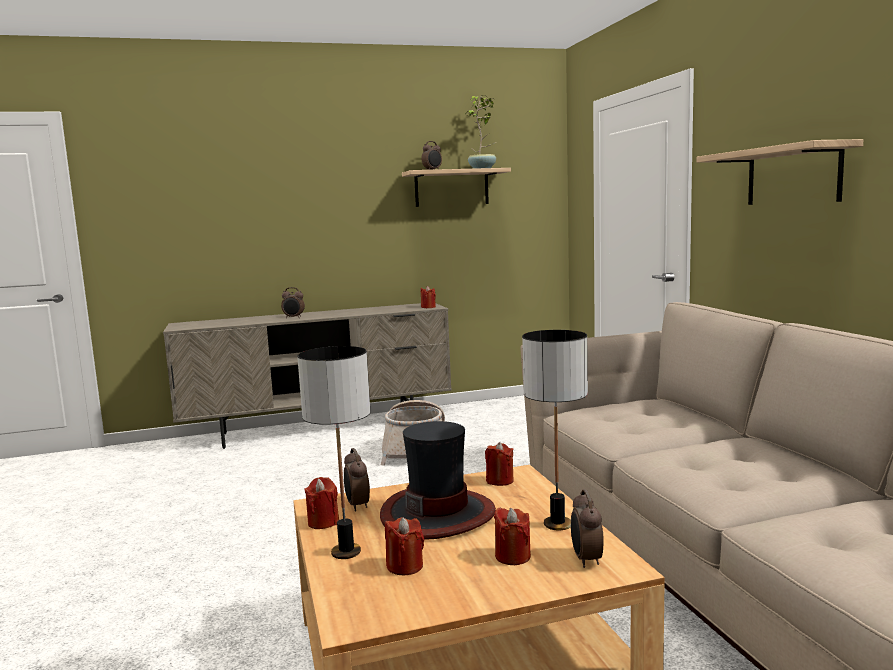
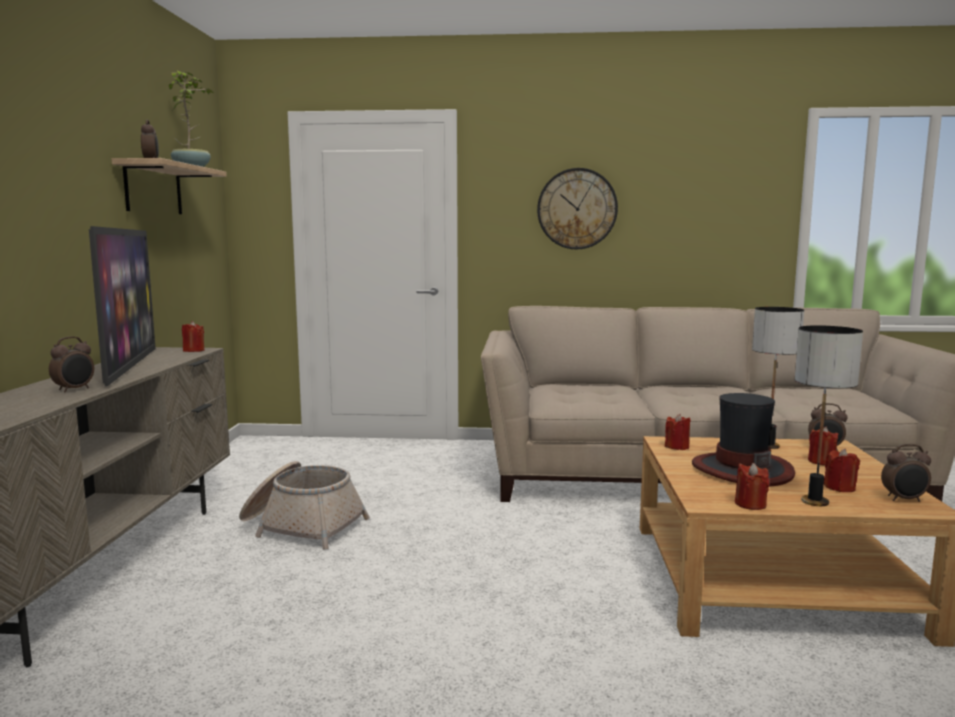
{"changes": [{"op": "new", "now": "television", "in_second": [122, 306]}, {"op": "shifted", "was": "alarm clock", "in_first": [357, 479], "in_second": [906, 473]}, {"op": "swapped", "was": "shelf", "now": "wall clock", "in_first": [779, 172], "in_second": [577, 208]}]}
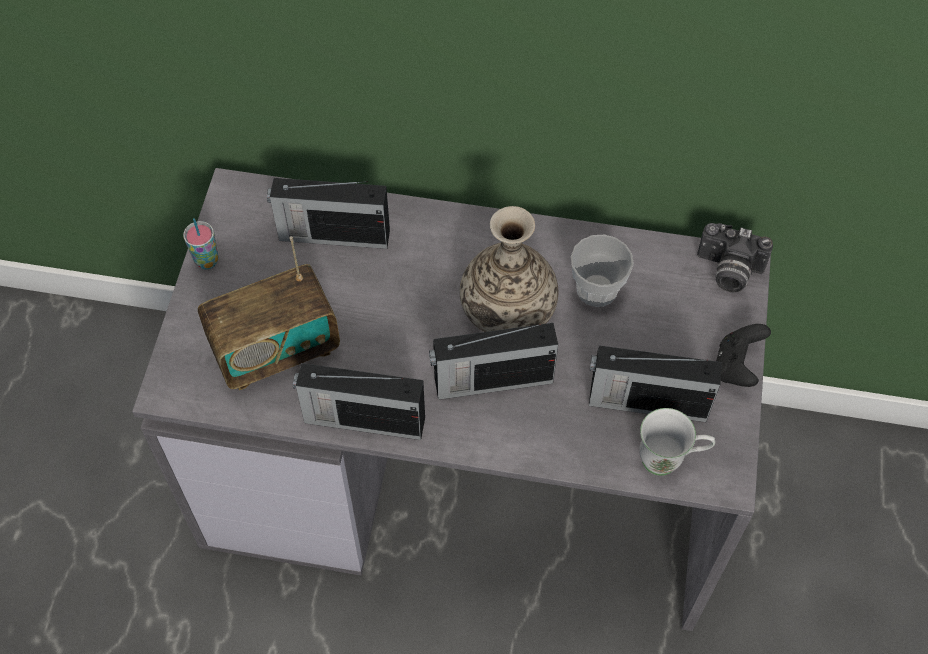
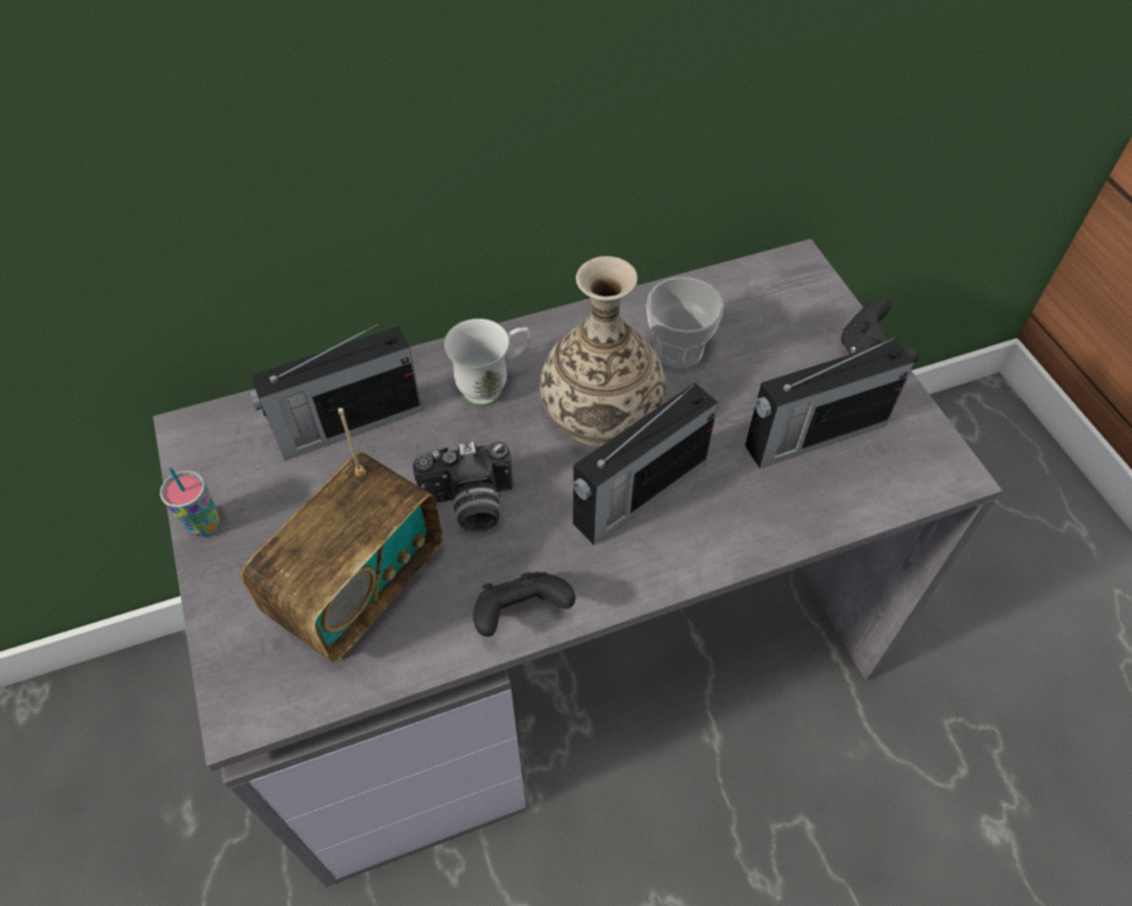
{"changes": [{"op": "shifted", "was": "white mug", "in_first": [677, 442], "in_second": [487, 362]}, {"op": "shifted", "was": "photo camera", "in_first": [735, 257], "in_second": [463, 486]}, {"op": "swapped", "was": "radio", "now": "black game controller", "in_first": [359, 401], "in_second": [524, 604]}]}
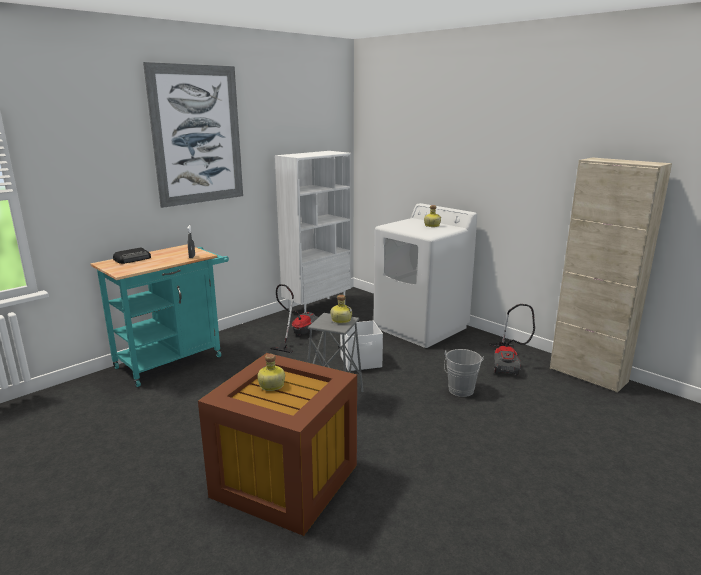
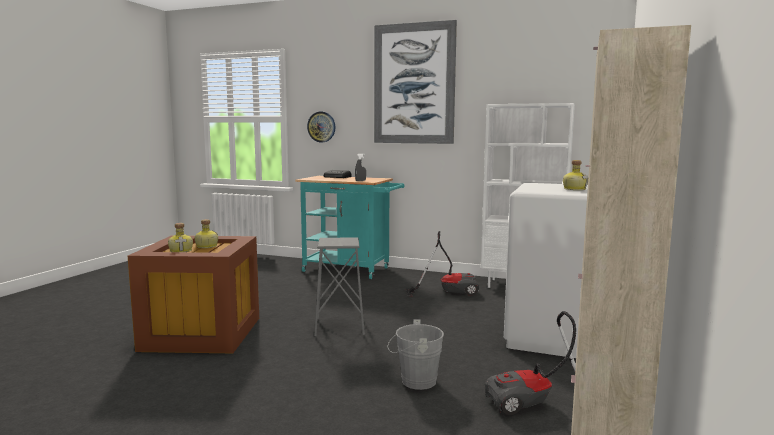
{"changes": [{"op": "gone", "was": "white storage box", "in_first": [361, 346]}, {"op": "new", "now": "wall clock", "in_second": [321, 127]}, {"op": "shifted", "was": "bottle", "in_first": [341, 309], "in_second": [180, 237]}]}
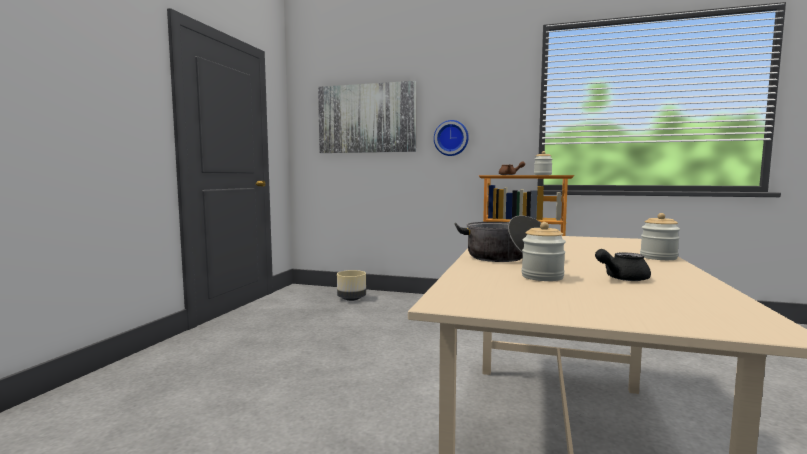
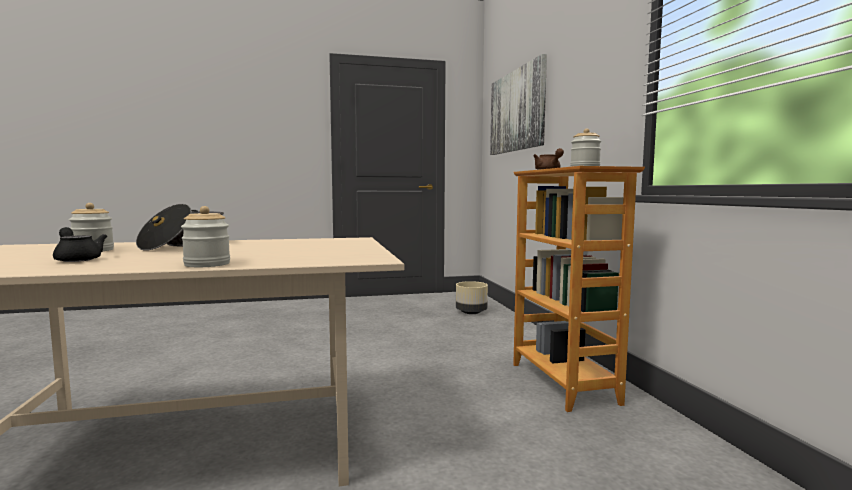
{"changes": [{"op": "gone", "was": "wall clock", "in_first": [451, 138]}]}
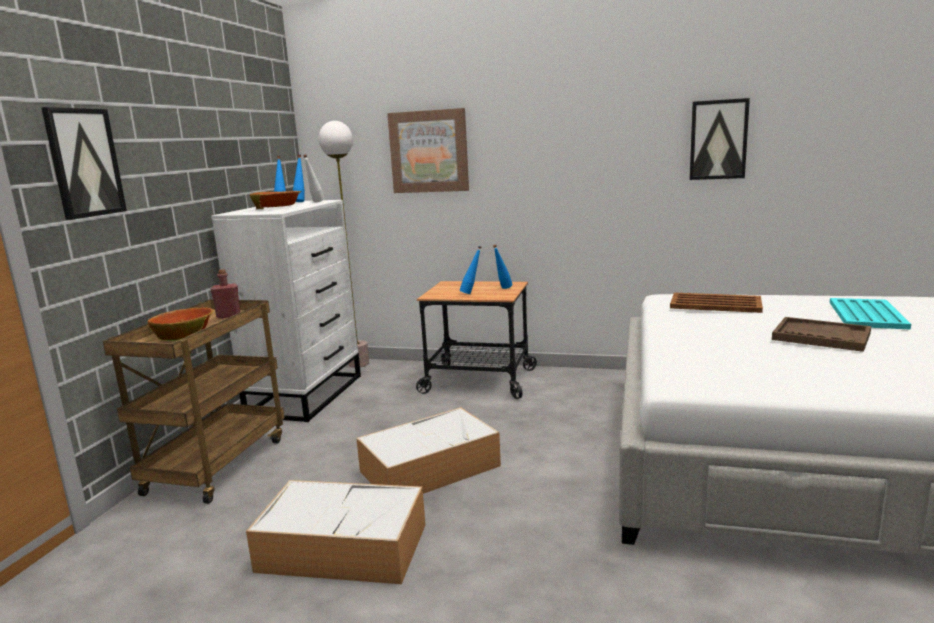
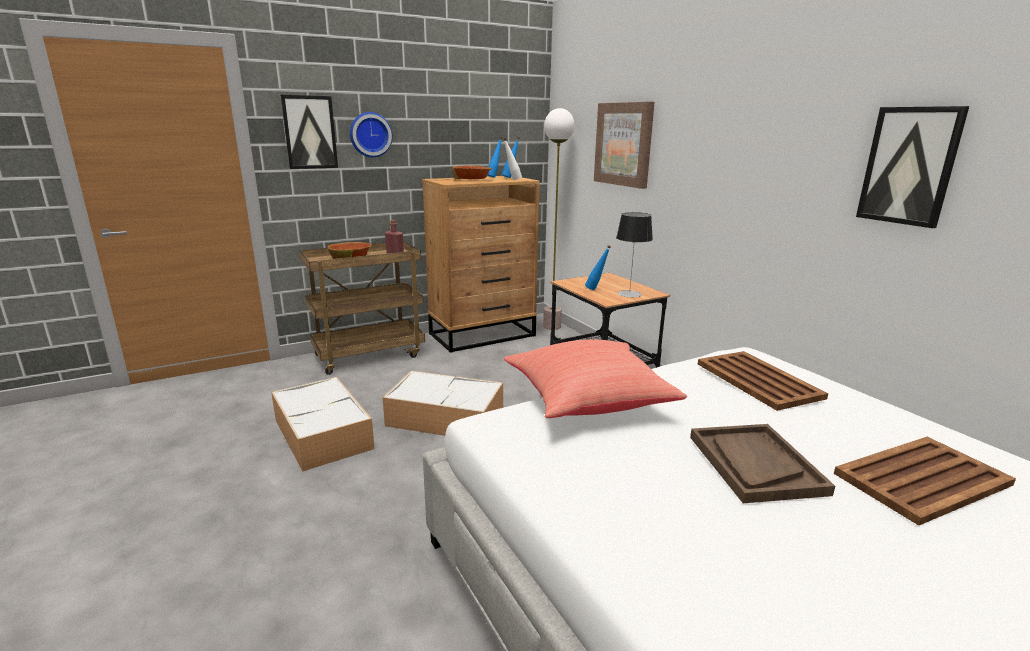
{"changes": [{"op": "new", "now": "wall clock", "in_second": [371, 134]}, {"op": "new", "now": "red pillow", "in_second": [595, 378]}, {"op": "swapped", "was": "blue bottle", "now": "table lamp", "in_first": [502, 266], "in_second": [634, 254]}, {"op": "repainted", "was": "white dresser", "now": "brown dresser", "in_first": [286, 311], "in_second": [481, 264]}, {"op": "repainted", "was": "turquoise tray", "now": "brown tray", "in_first": [870, 313], "in_second": [925, 481]}]}
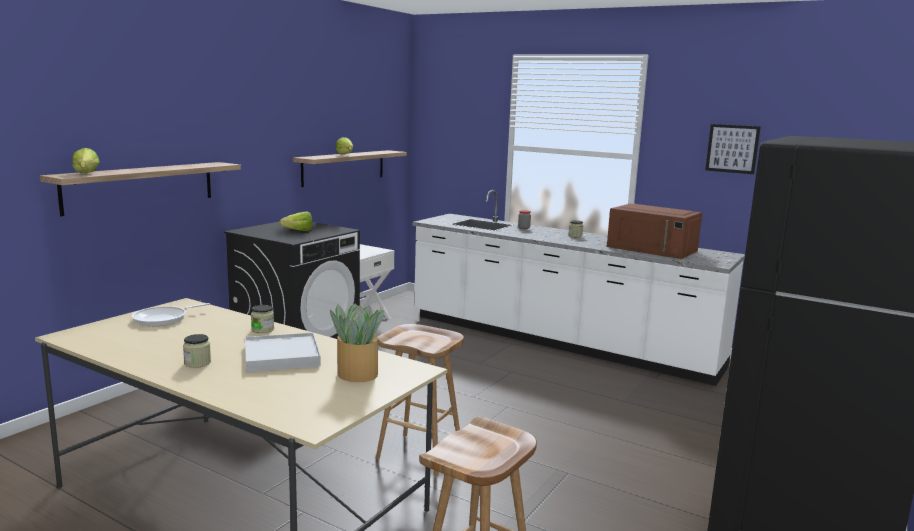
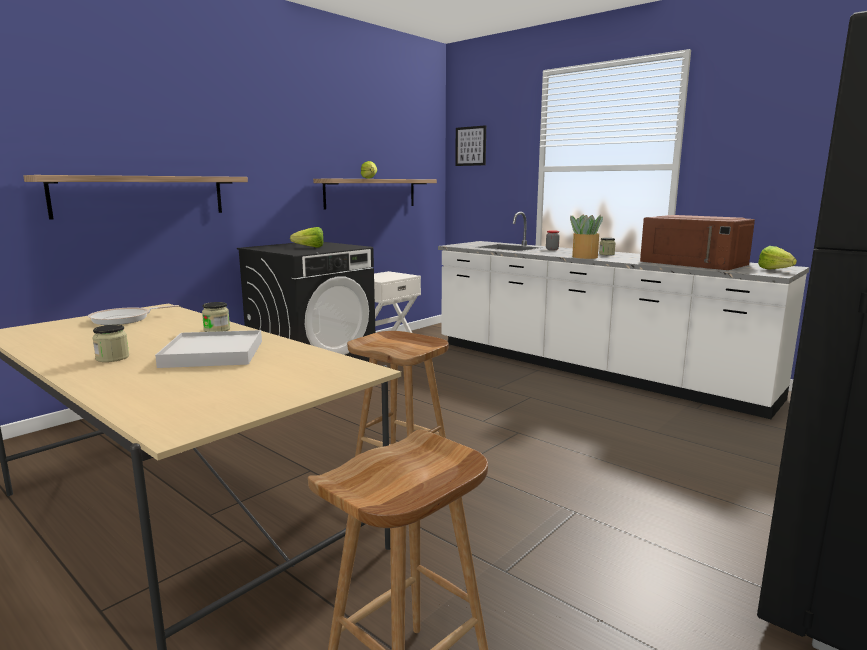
{"changes": [{"op": "shifted", "was": "lettuce", "in_first": [86, 160], "in_second": [777, 257]}, {"op": "shifted", "was": "potted plant", "in_first": [357, 343], "in_second": [586, 236]}, {"op": "shifted", "was": "picture", "in_first": [733, 149], "in_second": [470, 145]}]}
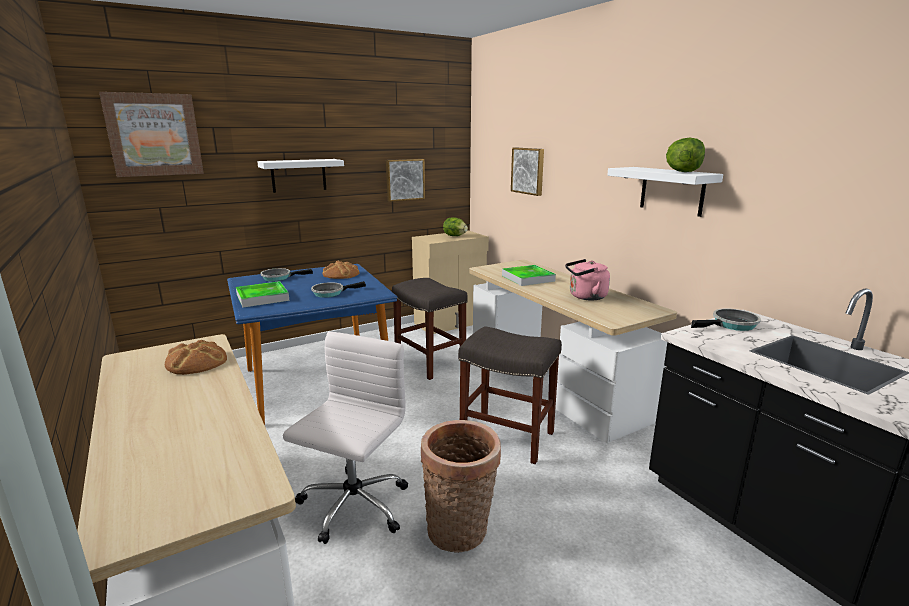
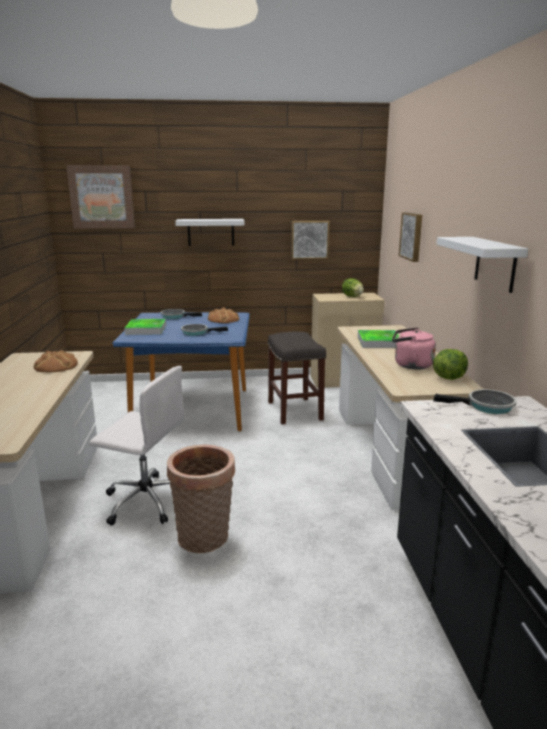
{"changes": [{"op": "gone", "was": "grey stool", "in_first": [510, 395]}, {"op": "shifted", "was": "lettuce", "in_first": [685, 155], "in_second": [450, 364]}, {"op": "rotated", "was": "white office chair", "in_first": [345, 438], "in_second": [136, 446], "clockwise": 60}]}
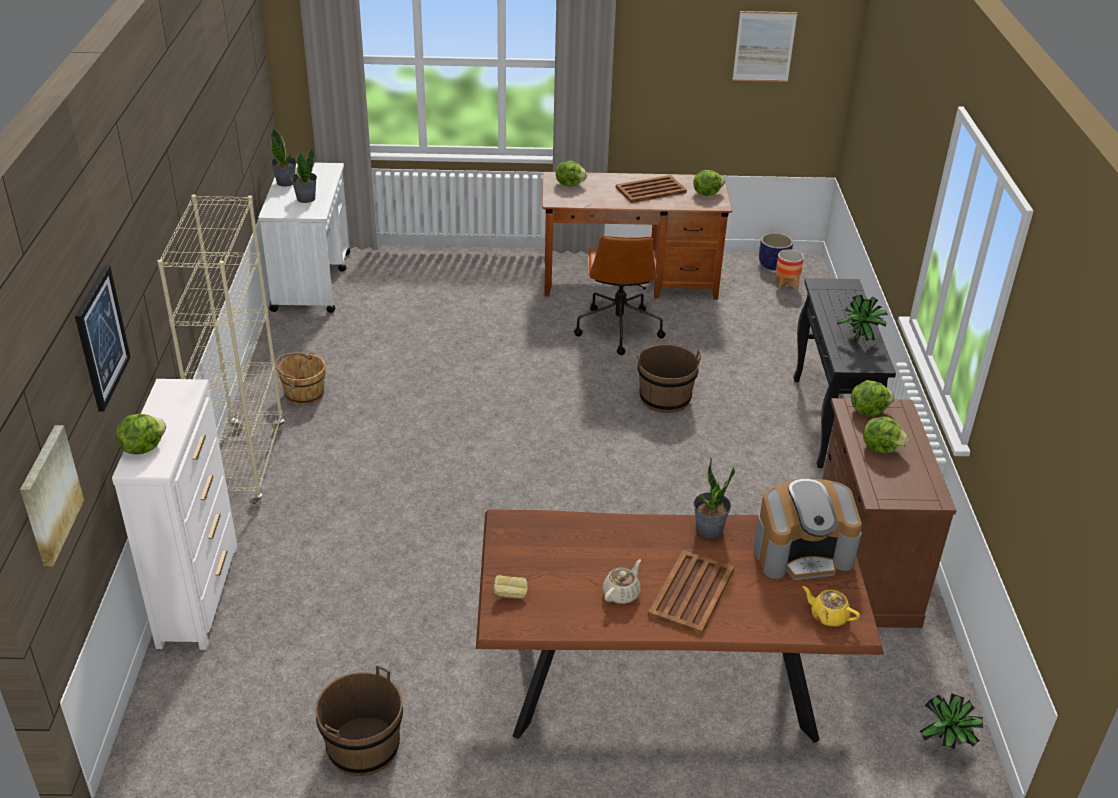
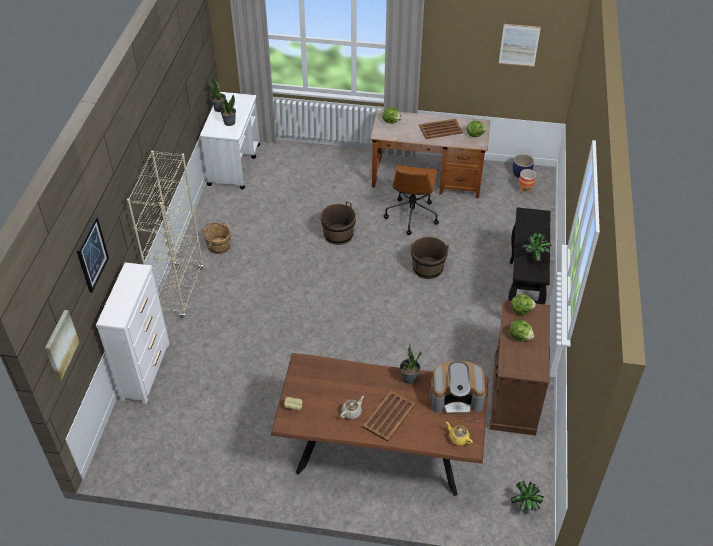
{"changes": [{"op": "gone", "was": "lettuce", "in_first": [141, 434]}, {"op": "shifted", "was": "brown bucket", "in_first": [359, 720], "in_second": [338, 223]}]}
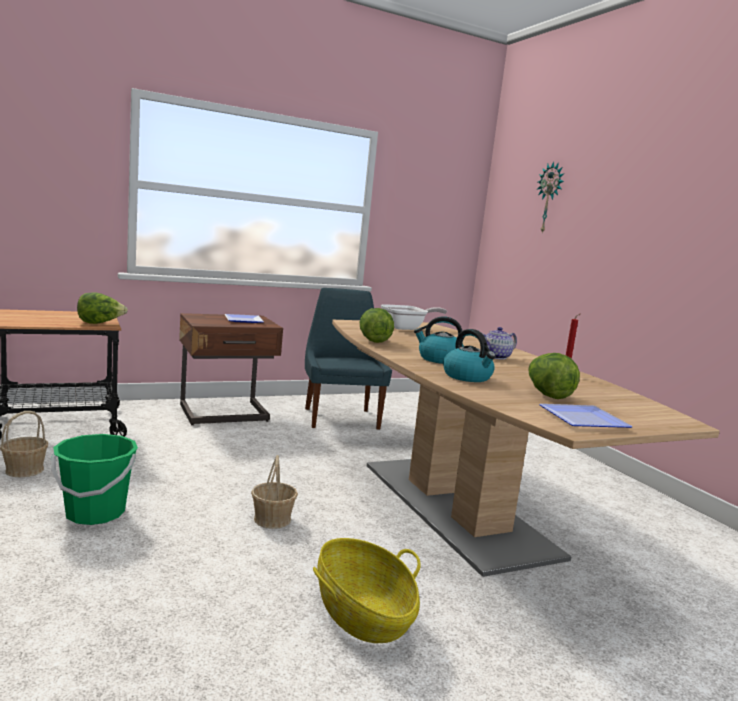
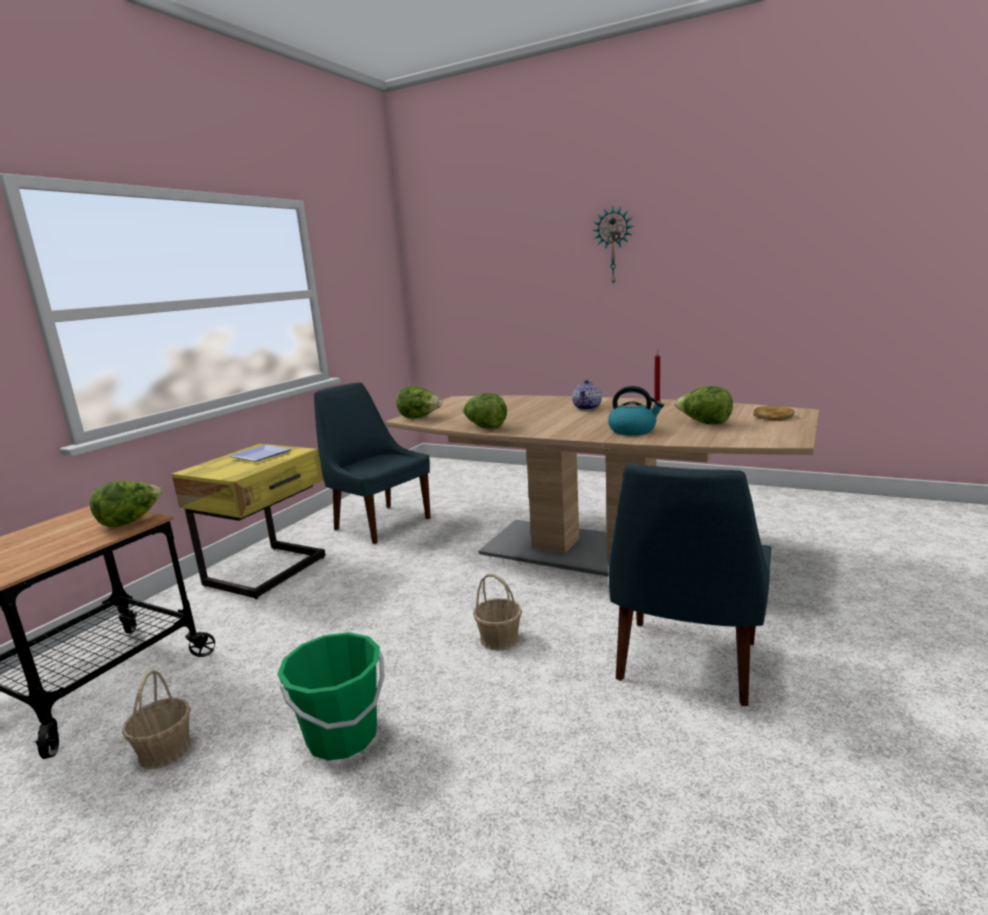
{"changes": [{"op": "gone", "was": "frying pan", "in_first": [414, 317]}, {"op": "gone", "was": "kettle", "in_first": [439, 340]}, {"op": "gone", "was": "plate", "in_first": [586, 416]}, {"op": "new", "now": "lettuce", "in_second": [419, 402]}, {"op": "new", "now": "bread", "in_second": [774, 413]}, {"op": "shifted", "was": "wall clock", "in_first": [551, 197], "in_second": [613, 246]}, {"op": "swapped", "was": "basket", "now": "blue chair", "in_first": [367, 590], "in_second": [690, 585]}, {"op": "repainted", "was": "brown nightstand", "now": "yellow nightstand", "in_first": [231, 369], "in_second": [249, 521]}]}
